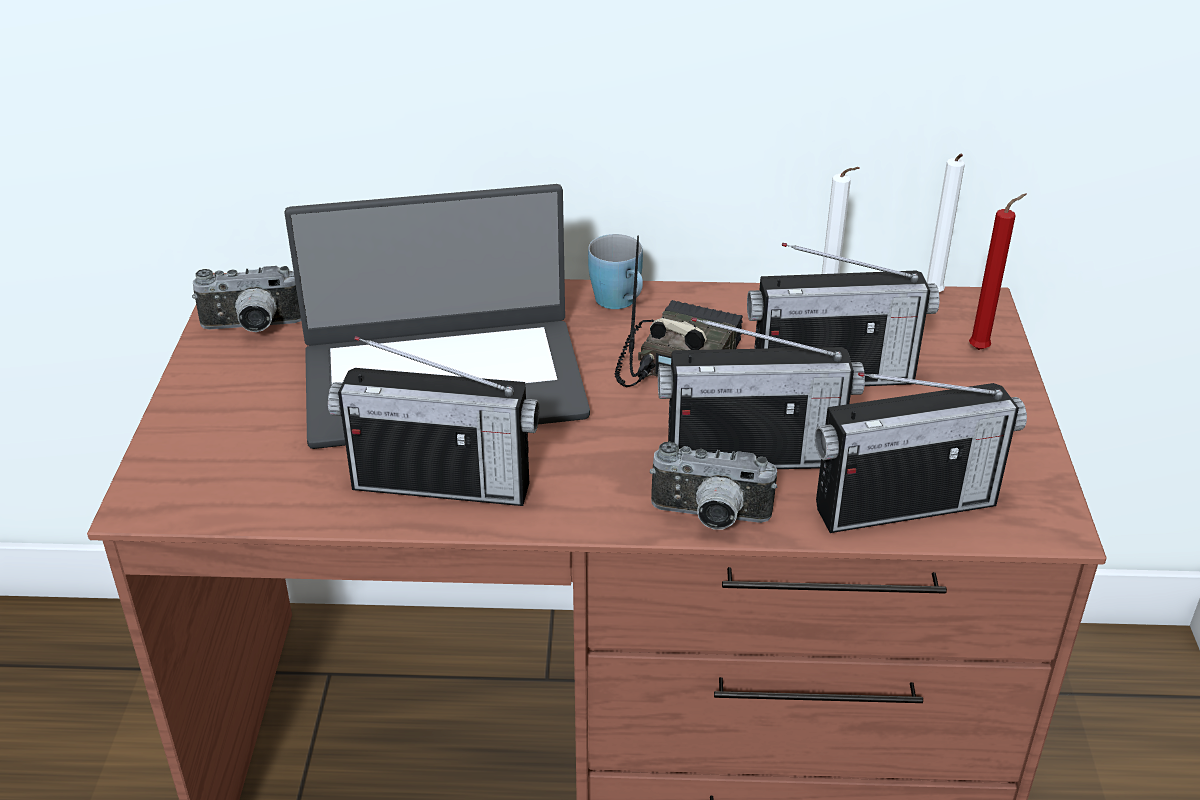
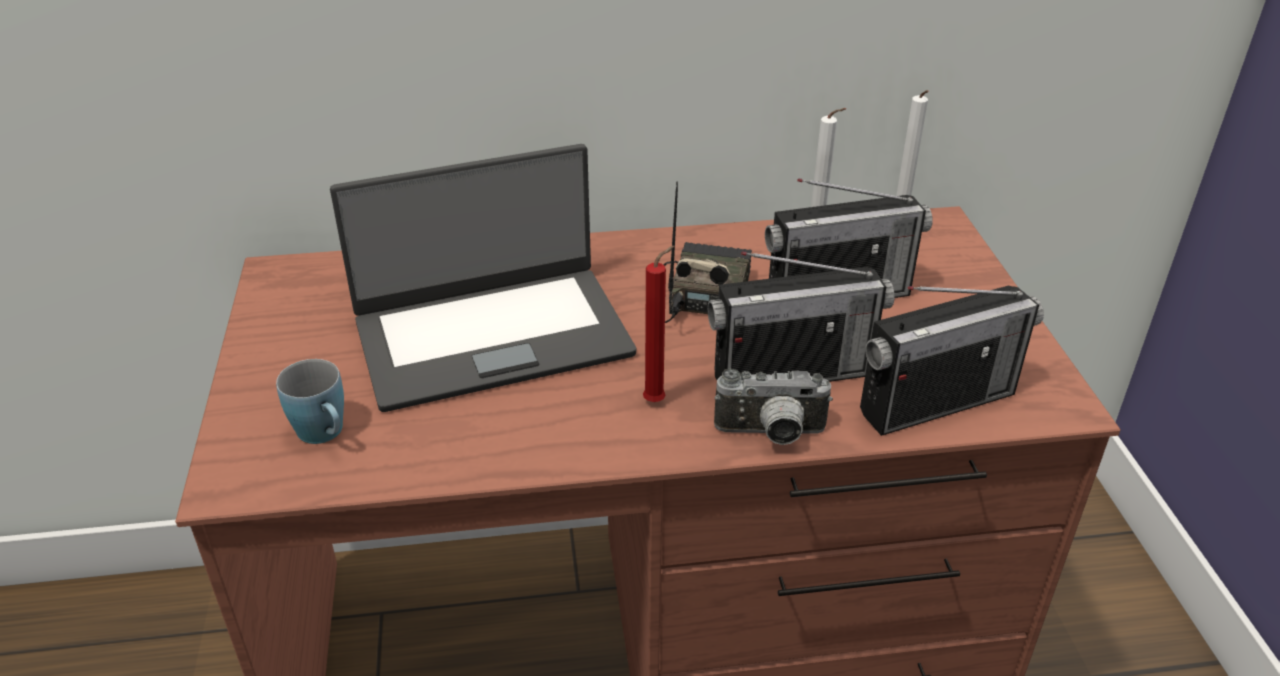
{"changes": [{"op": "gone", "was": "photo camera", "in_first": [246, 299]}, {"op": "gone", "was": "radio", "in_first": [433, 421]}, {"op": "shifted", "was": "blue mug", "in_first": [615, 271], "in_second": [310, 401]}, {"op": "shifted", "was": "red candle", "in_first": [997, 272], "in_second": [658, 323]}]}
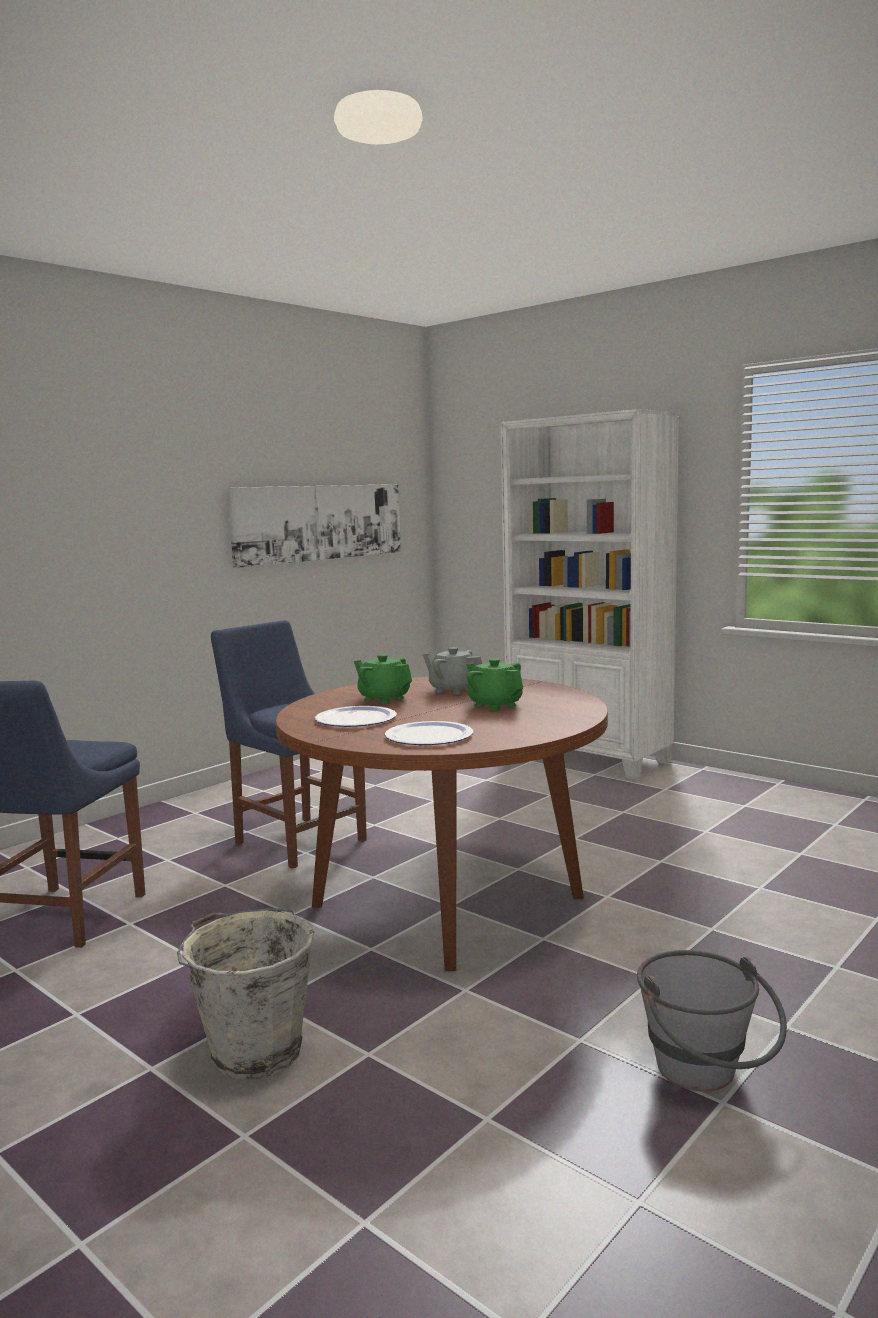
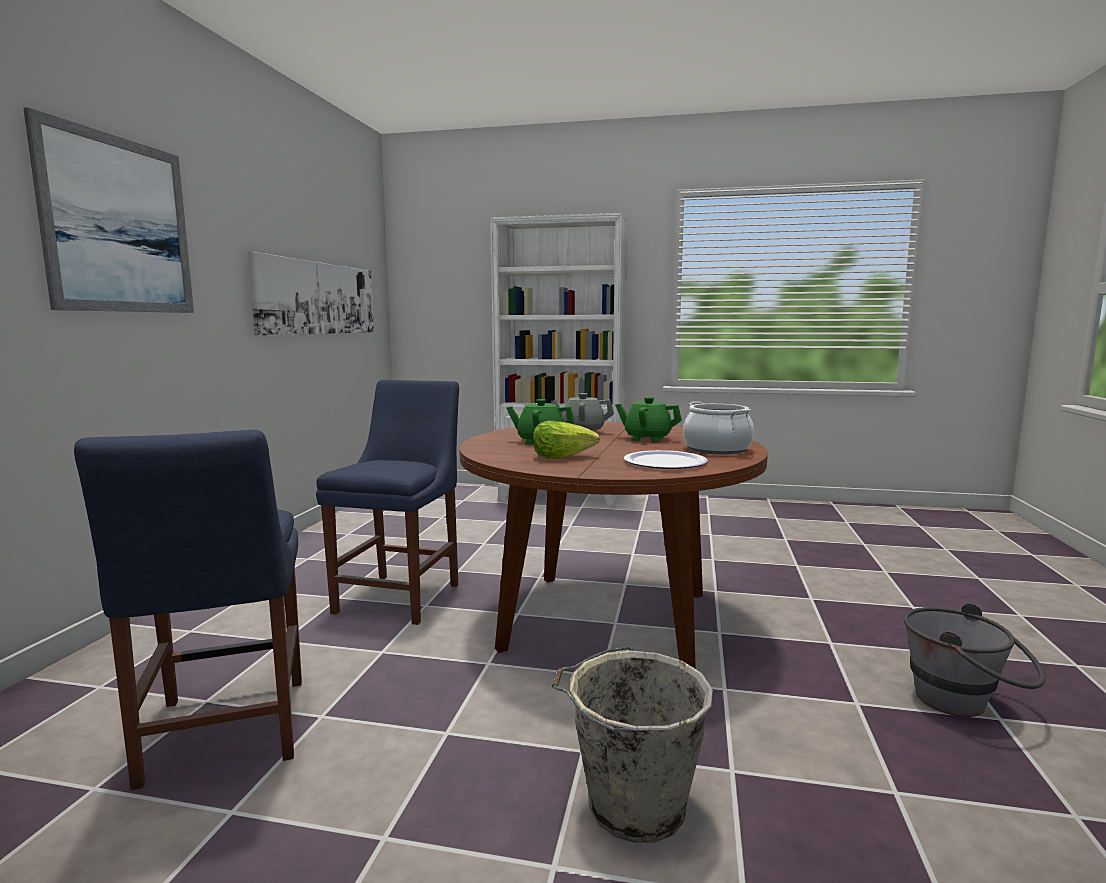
{"changes": [{"op": "new", "now": "picture", "in_second": [108, 210]}, {"op": "new", "now": "cooking pot", "in_second": [718, 428]}, {"op": "swapped", "was": "plate", "now": "lettuce", "in_first": [356, 716], "in_second": [566, 439]}, {"op": "rotated", "was": "blue chair", "in_first": [289, 744], "in_second": [387, 502], "clockwise": 90}]}
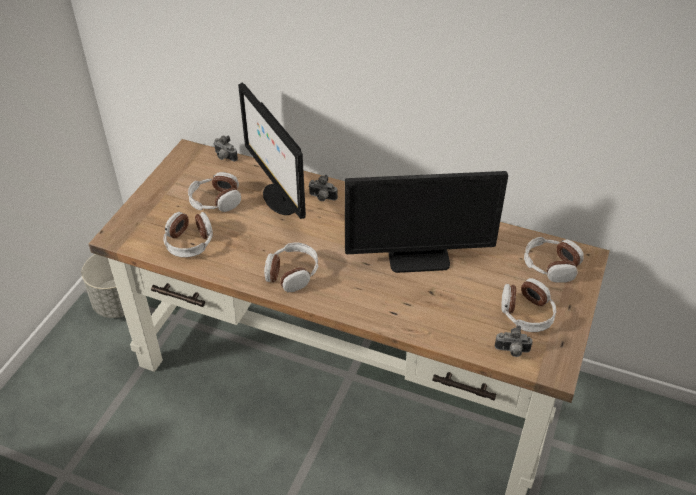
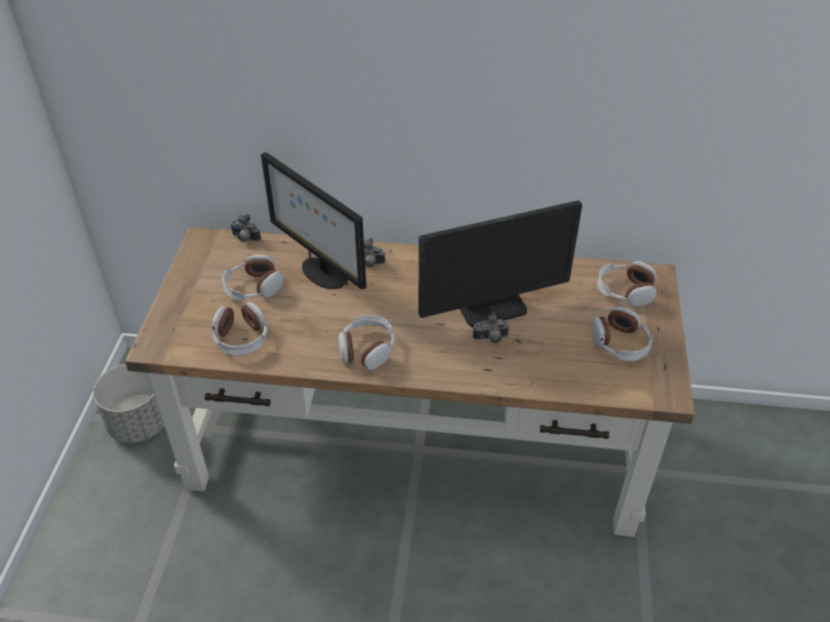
{"changes": [{"op": "shifted", "was": "photo camera", "in_first": [514, 341], "in_second": [491, 327]}]}
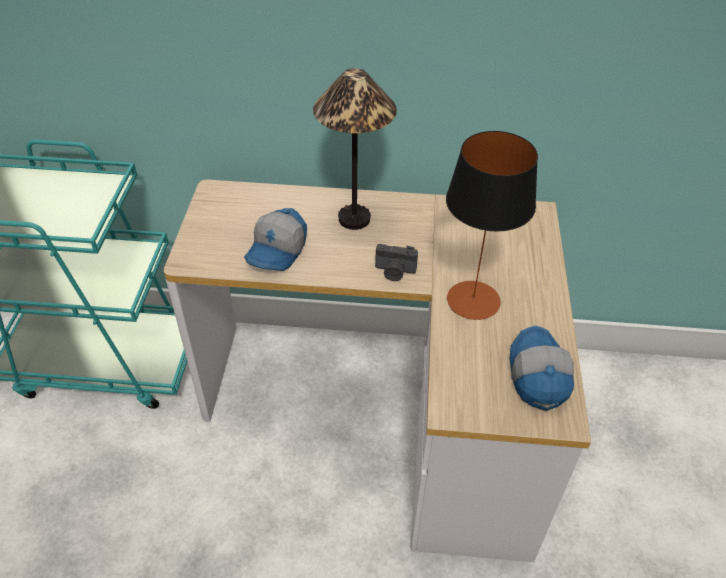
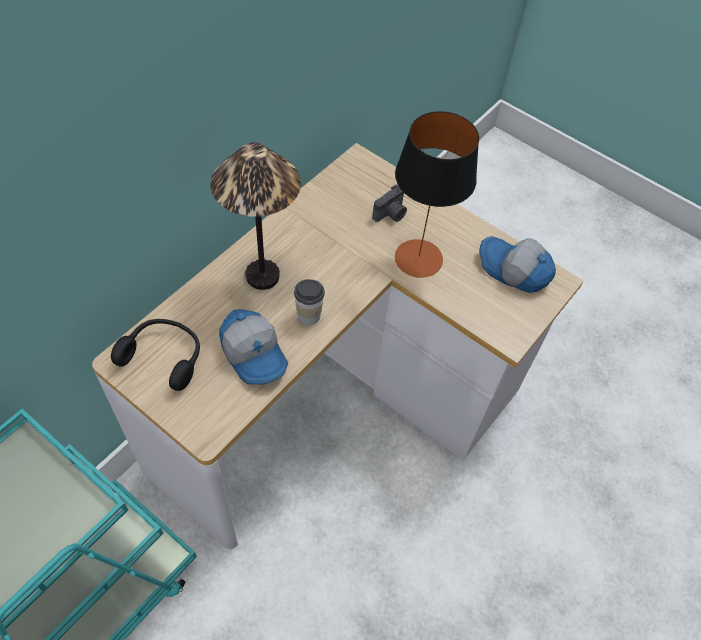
{"changes": [{"op": "new", "now": "black headphones", "in_second": [155, 355]}, {"op": "new", "now": "cup", "in_second": [309, 302]}, {"op": "shifted", "was": "photo camera", "in_first": [396, 262], "in_second": [389, 203]}]}
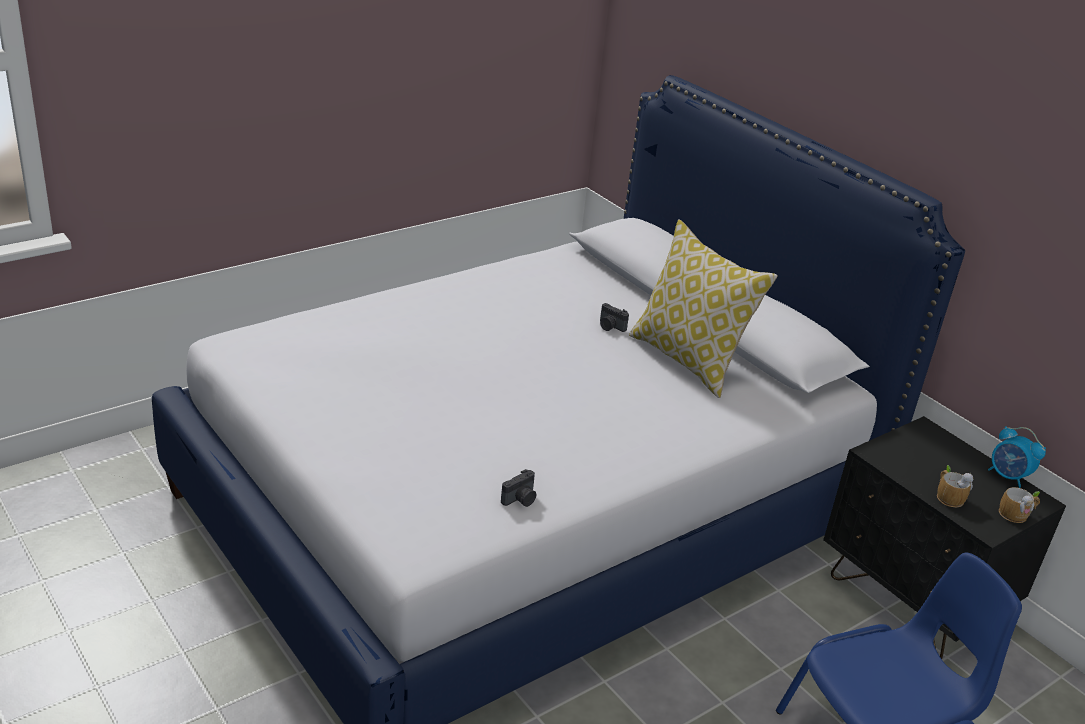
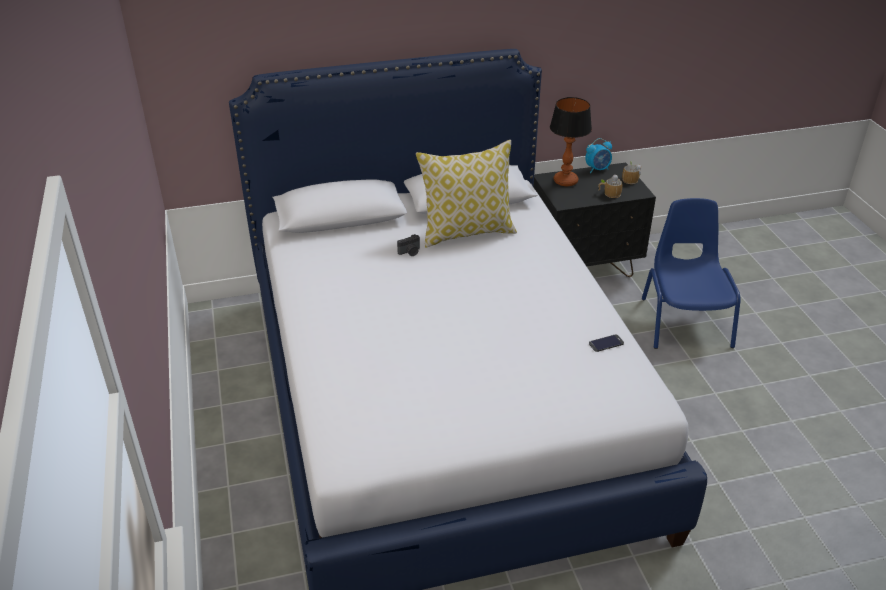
{"changes": [{"op": "new", "now": "table lamp", "in_second": [571, 141]}, {"op": "swapped", "was": "photo camera", "now": "phone", "in_first": [519, 488], "in_second": [606, 343]}]}
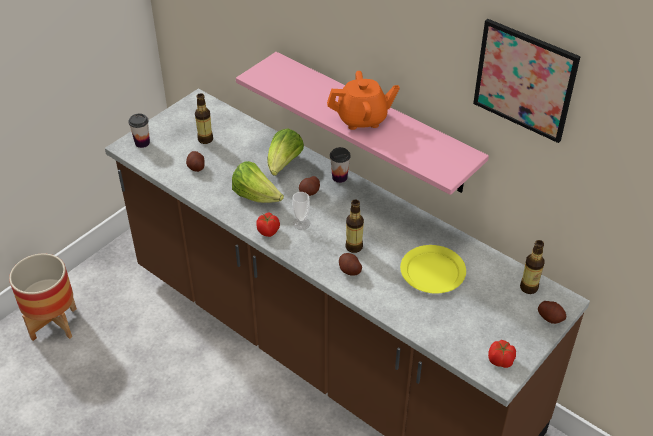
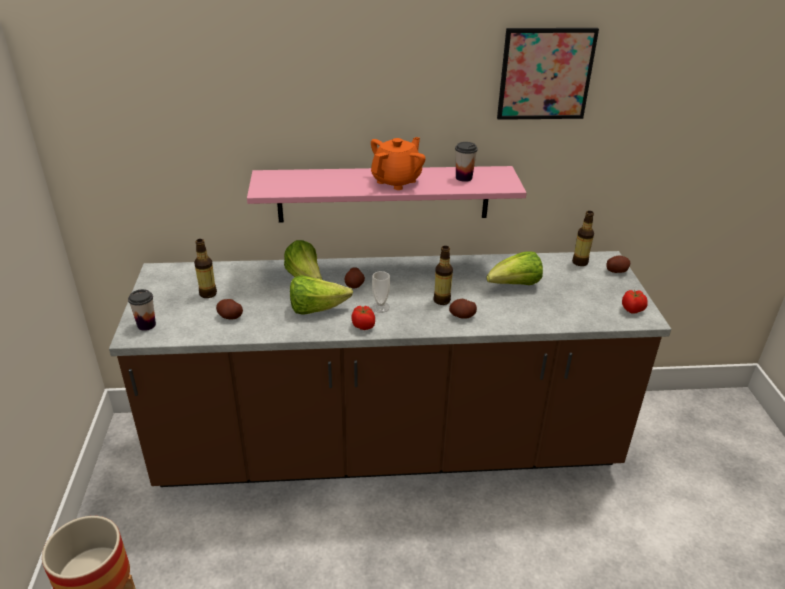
{"changes": [{"op": "shifted", "was": "cup", "in_first": [340, 165], "in_second": [466, 162]}, {"op": "swapped", "was": "yellow plate", "now": "lettuce", "in_first": [433, 269], "in_second": [514, 268]}]}
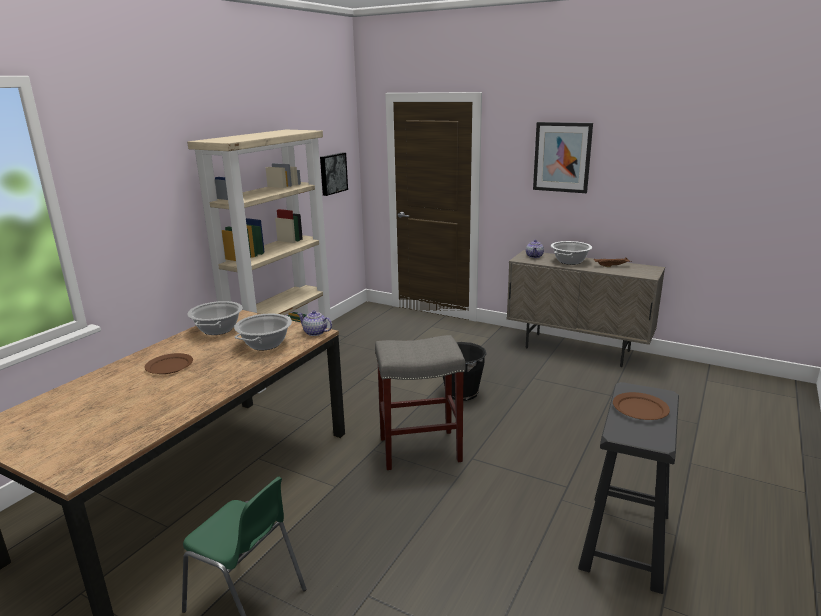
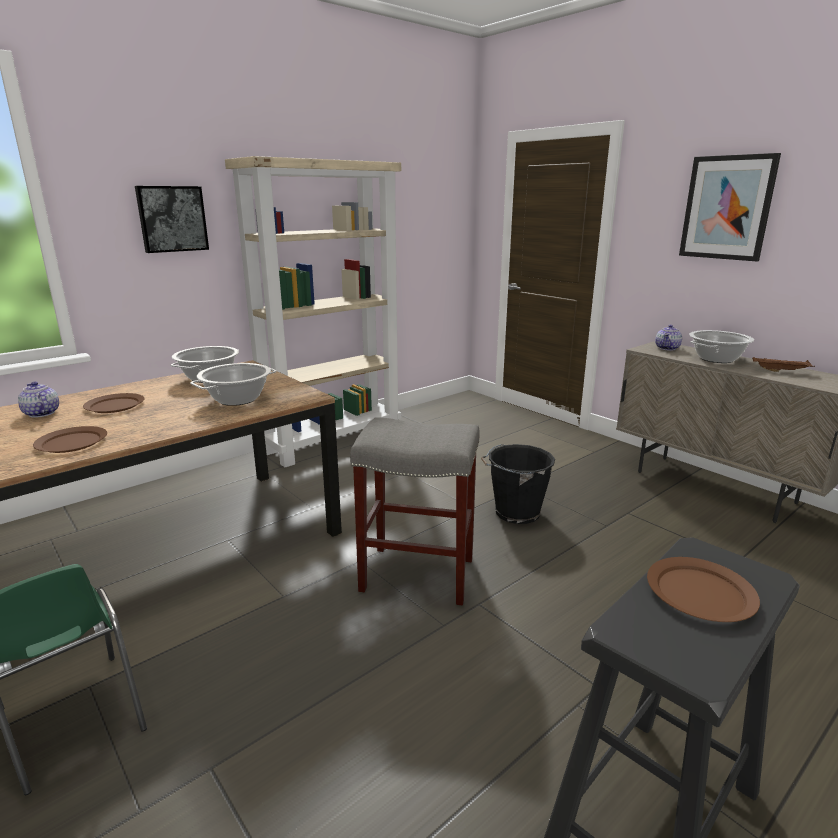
{"changes": [{"op": "new", "now": "brown plate", "in_second": [70, 439]}, {"op": "shifted", "was": "teapot", "in_first": [314, 323], "in_second": [38, 399]}, {"op": "shifted", "was": "picture", "in_first": [334, 174], "in_second": [172, 219]}]}
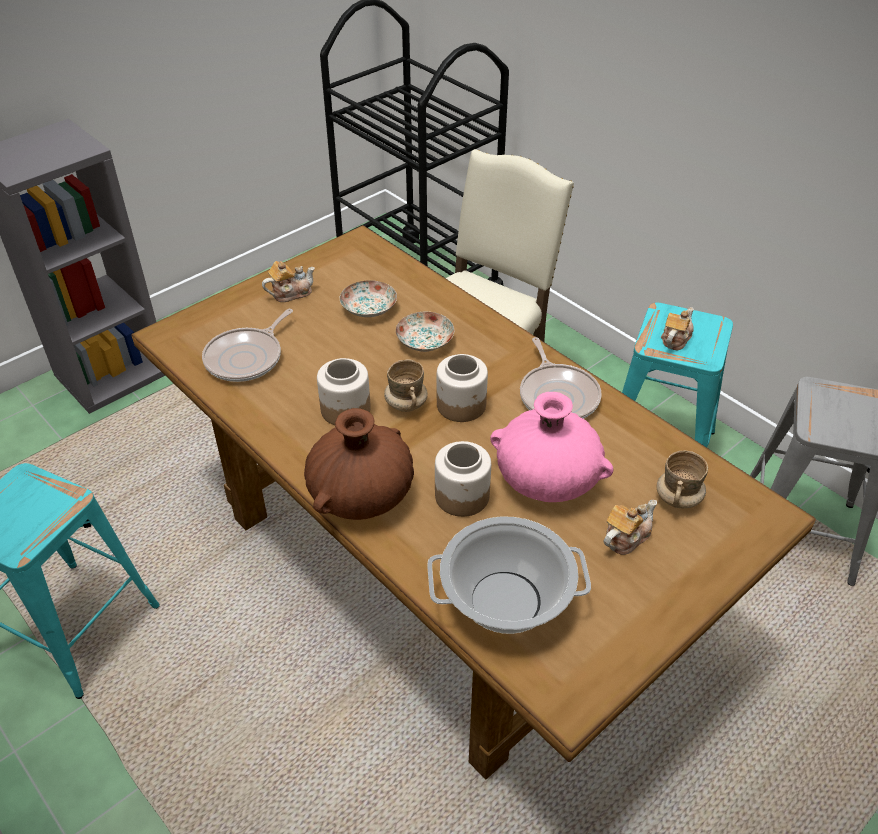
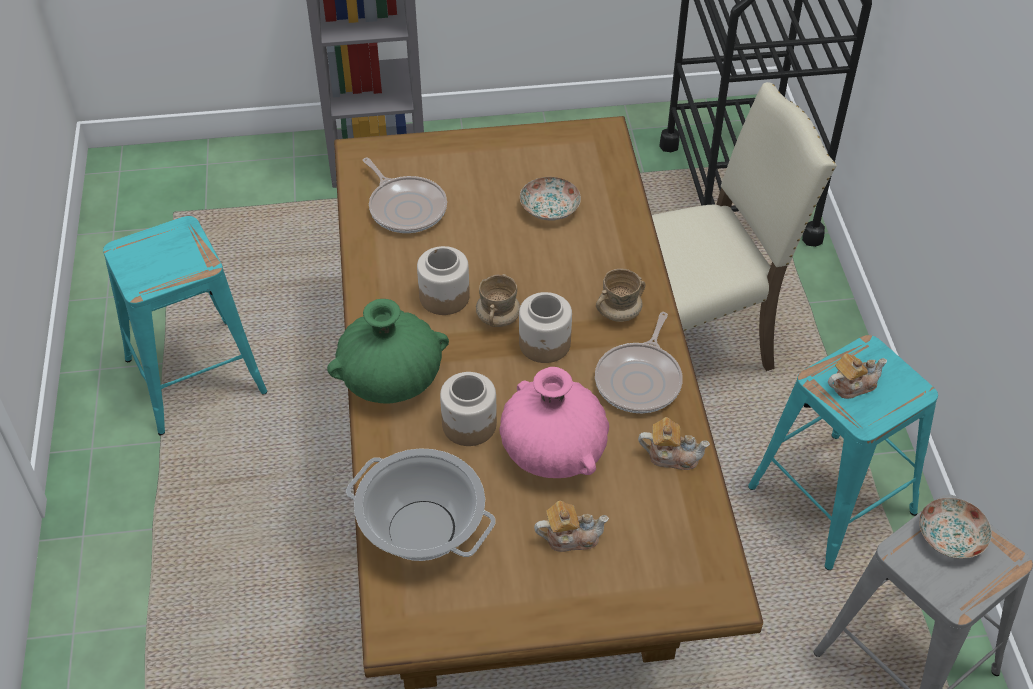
{"changes": [{"op": "shifted", "was": "teapot", "in_first": [288, 281], "in_second": [674, 443]}, {"op": "shifted", "was": "plate", "in_first": [425, 332], "in_second": [955, 528]}, {"op": "shifted", "was": "beige mug", "in_first": [682, 479], "in_second": [620, 295]}, {"op": "repainted", "was": "brown vase", "now": "green vase", "in_first": [359, 464], "in_second": [388, 351]}, {"op": "rotated", "was": "frying pan", "in_first": [247, 345], "in_second": [405, 195], "clockwise": -105}]}
